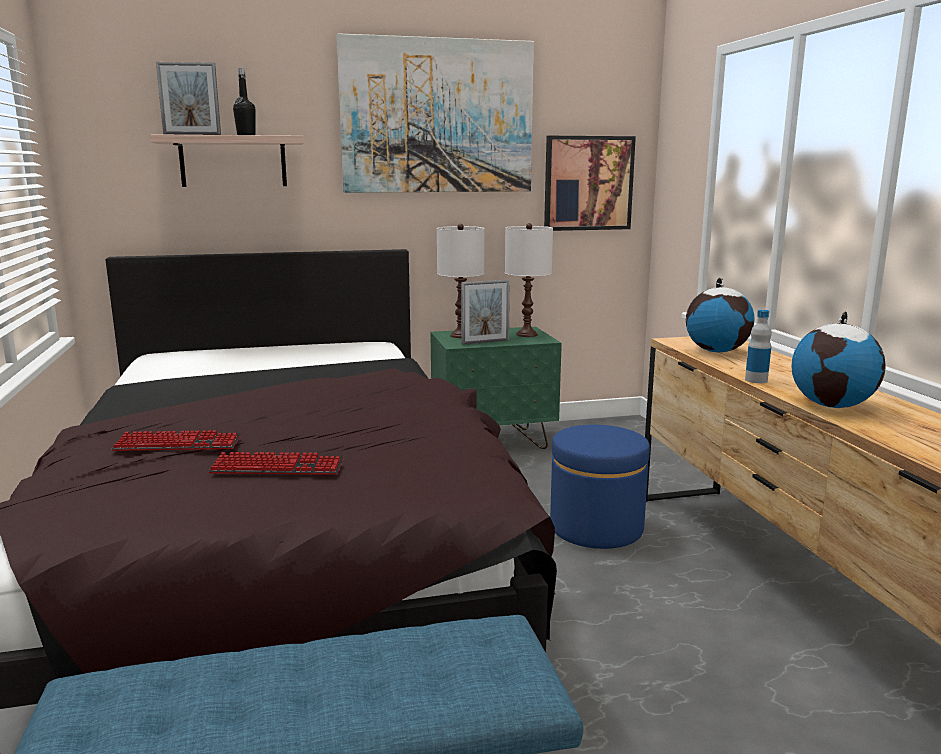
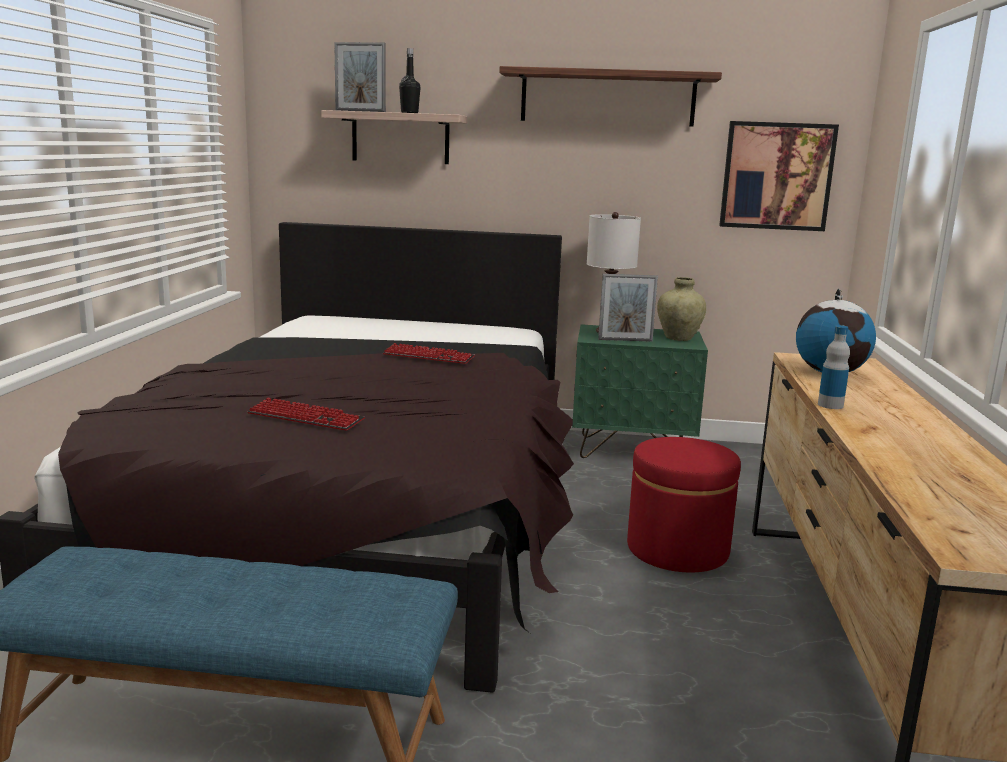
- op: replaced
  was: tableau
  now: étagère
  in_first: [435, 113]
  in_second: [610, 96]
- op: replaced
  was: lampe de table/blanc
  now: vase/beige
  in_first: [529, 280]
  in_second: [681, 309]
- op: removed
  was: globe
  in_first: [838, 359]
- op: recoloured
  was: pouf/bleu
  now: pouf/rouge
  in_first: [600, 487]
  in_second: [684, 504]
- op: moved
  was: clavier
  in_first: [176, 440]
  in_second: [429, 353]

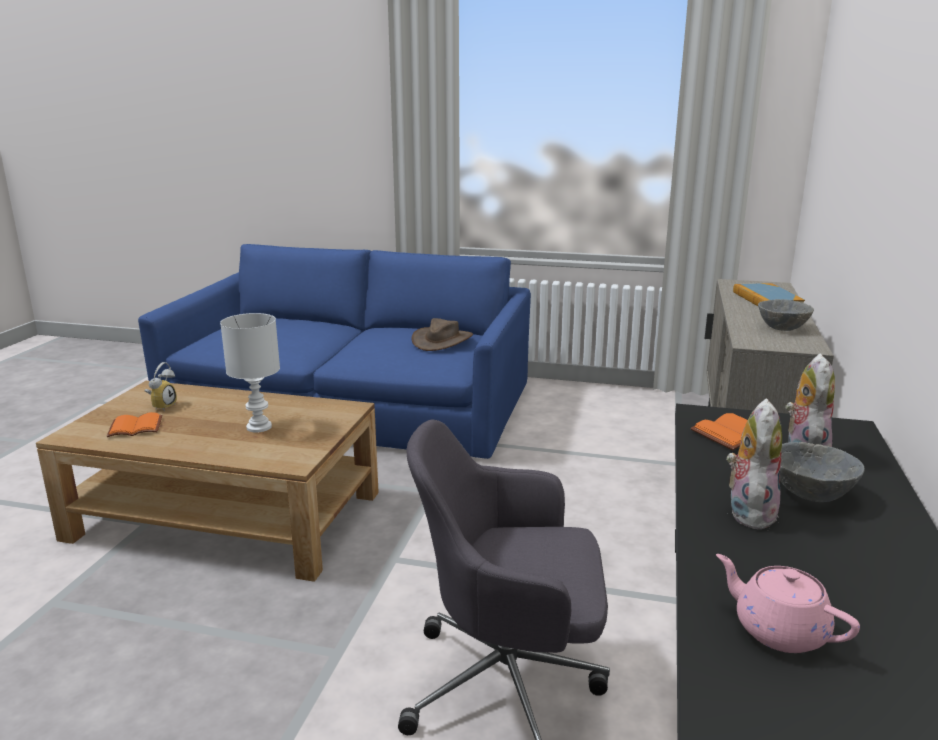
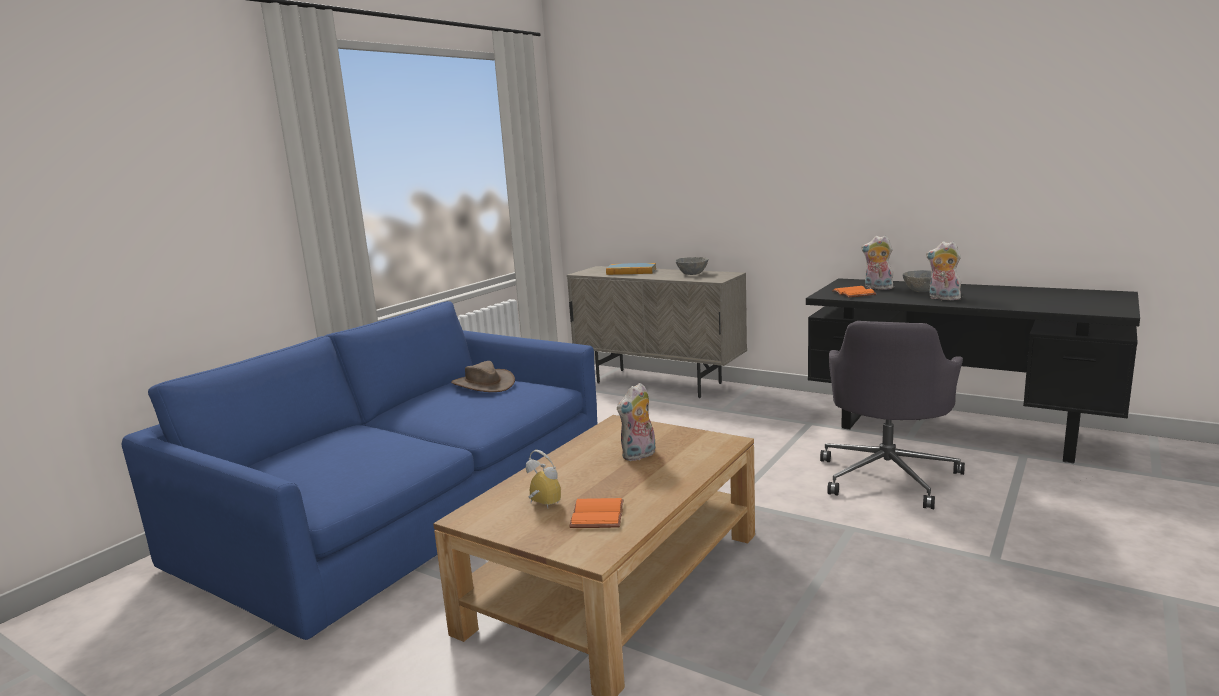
- op: replaced
  was: lampe de table/blanc
  now: peluche
  in_first: [250, 372]
  in_second: [636, 422]
- op: removed
  was: théière/rose
  in_first: [788, 603]

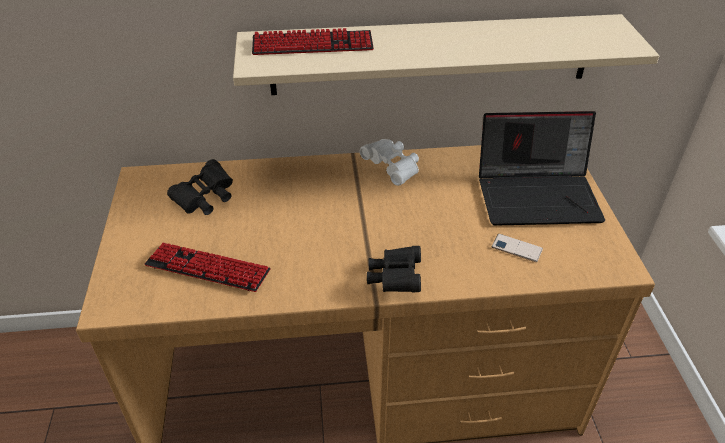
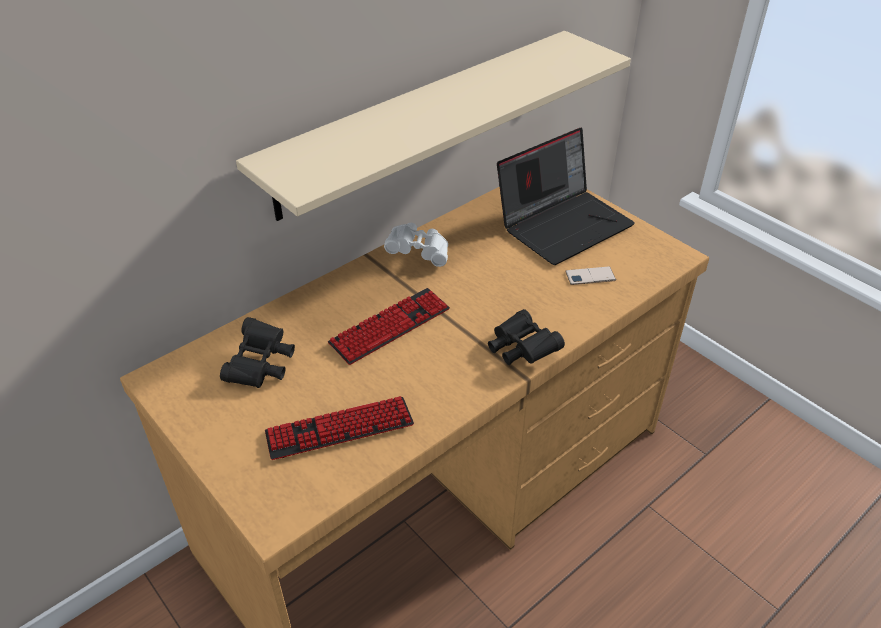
- op: moved
  was: clavier
  in_first: [313, 41]
  in_second: [389, 326]

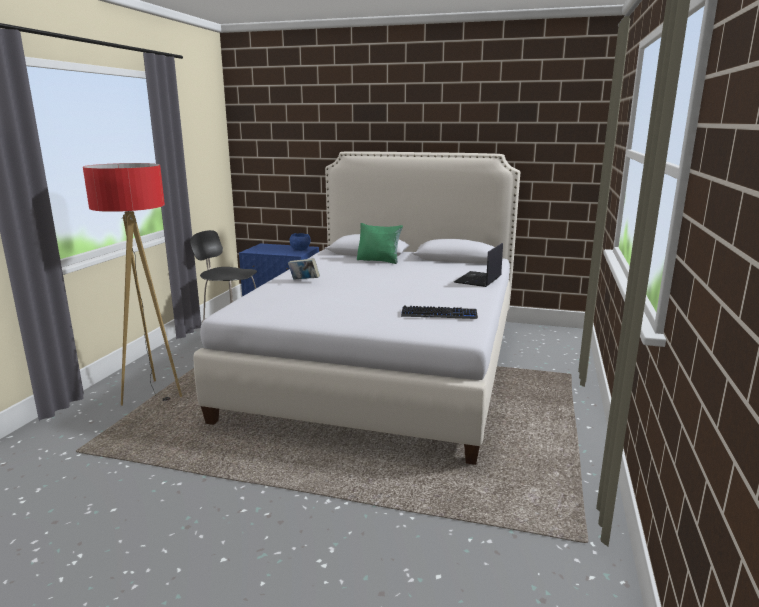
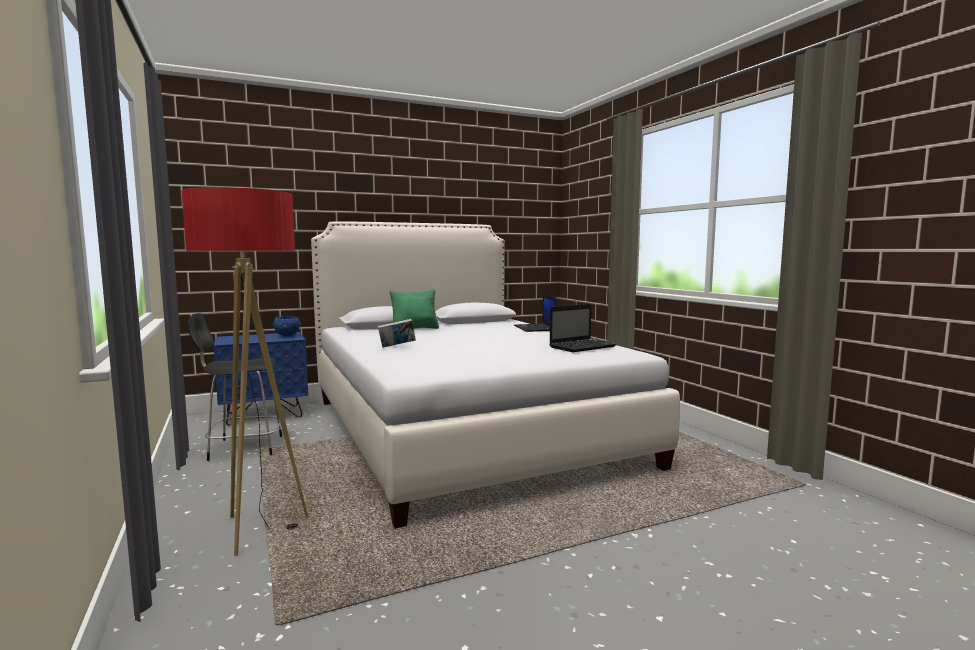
- op: replaced
  was: clavier
  now: ordinateur portable
  in_first: [439, 312]
  in_second: [582, 328]

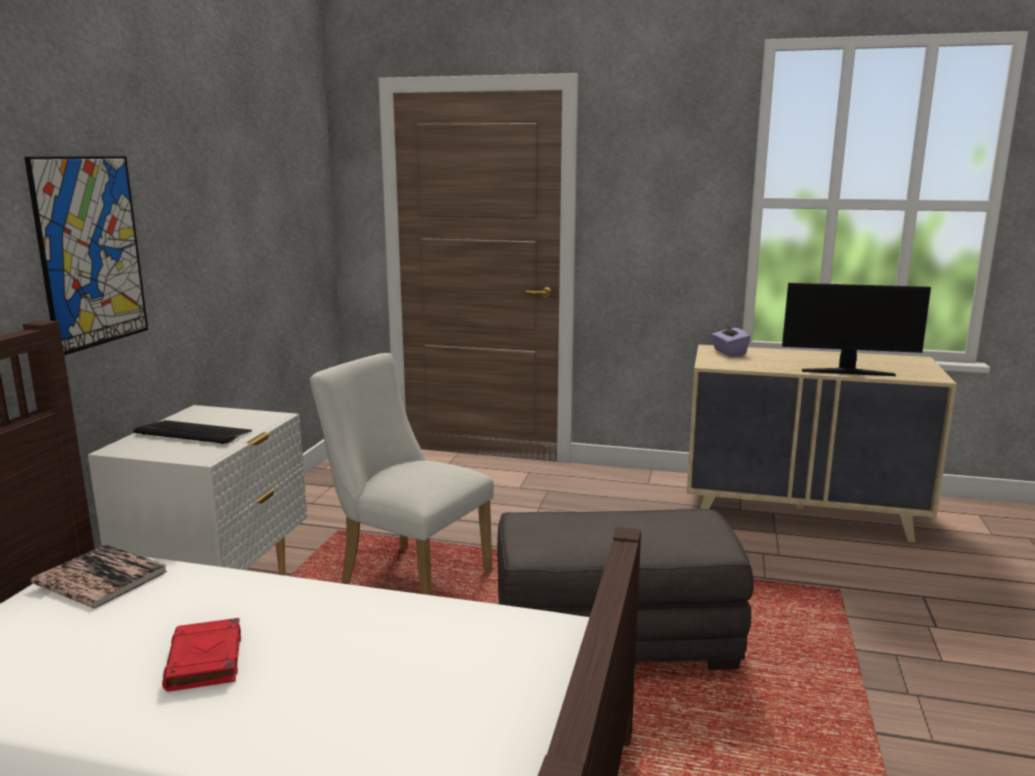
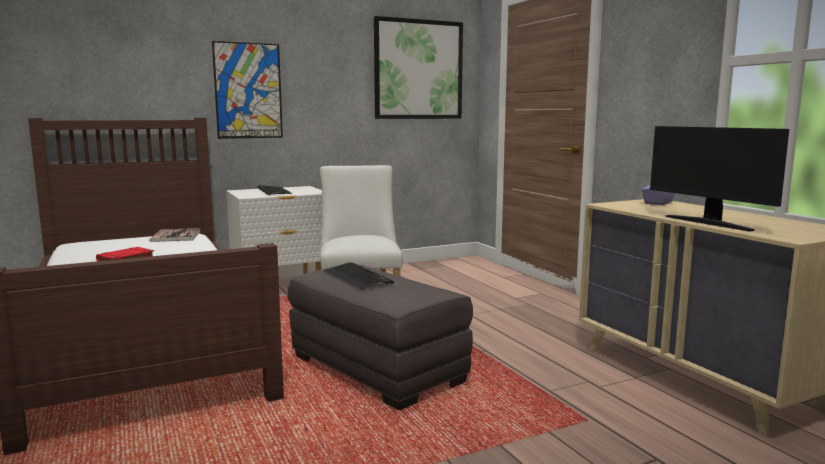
- op: added
  now: tableau
  in_second: [418, 67]
- op: added
  now: clavier
  in_second: [359, 275]

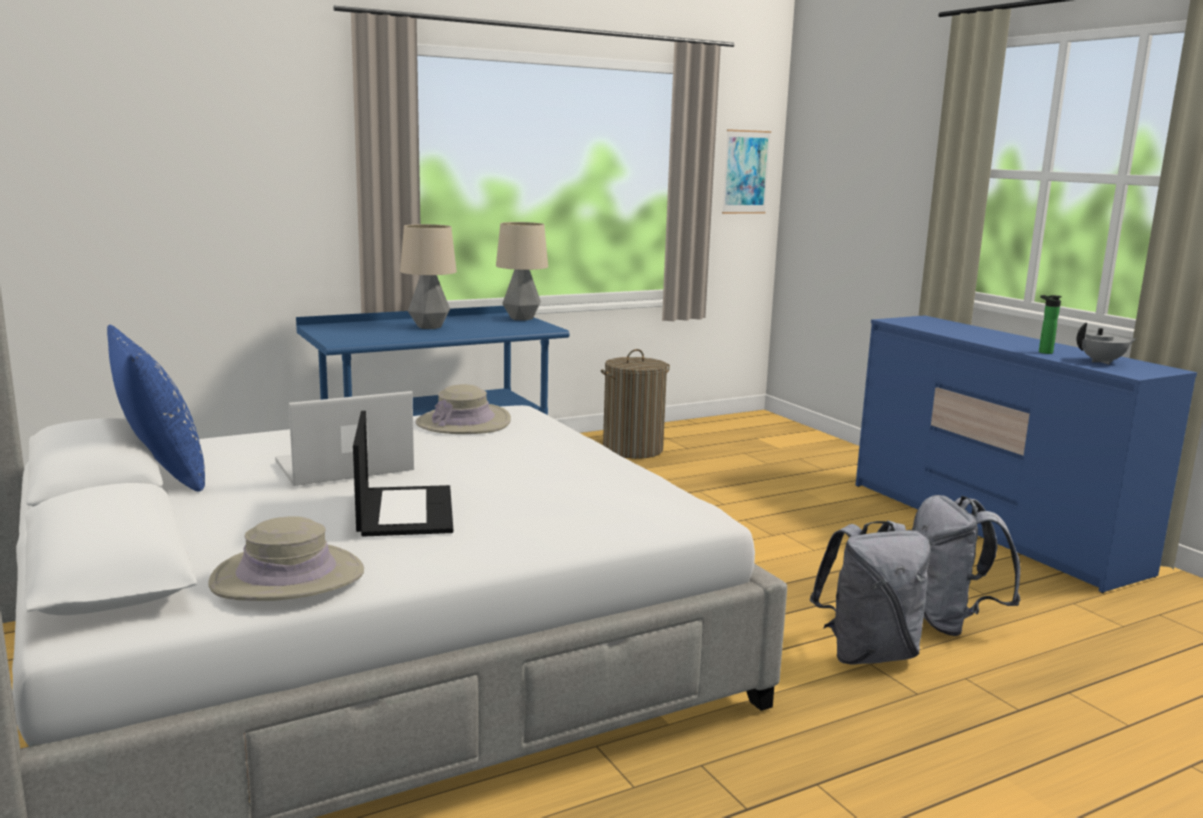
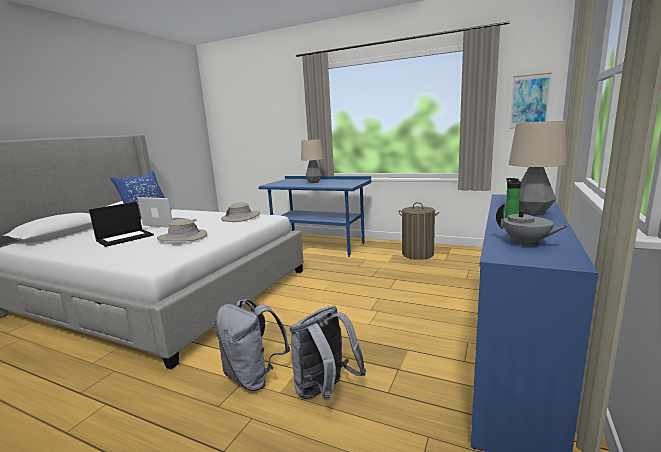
- op: moved
  was: lampe de table
  in_first: [522, 271]
  in_second: [537, 168]
- op: moved
  was: chapeau/beige
  in_first: [286, 558]
  in_second: [182, 230]

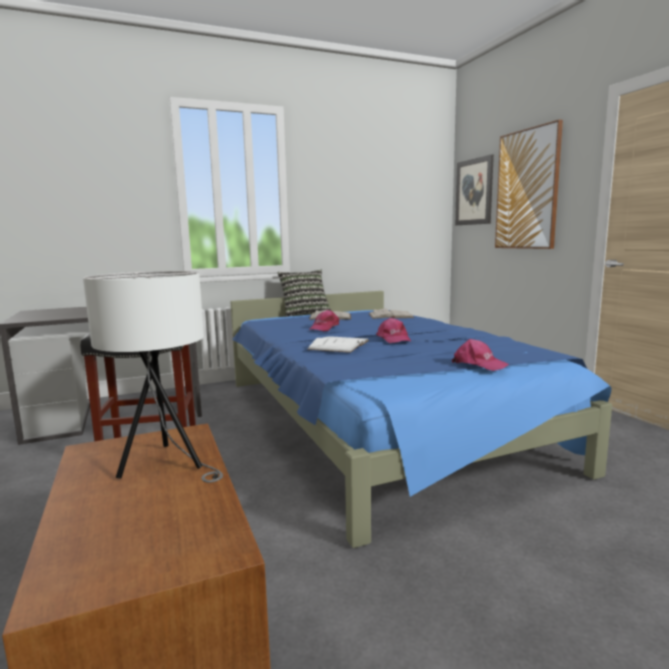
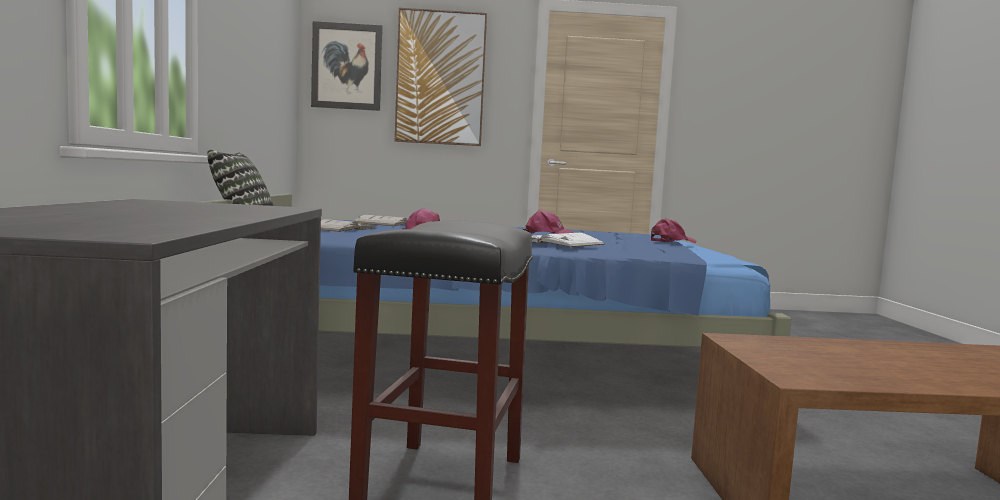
- op: removed
  was: lampe de table/blanc
  in_first: [153, 377]

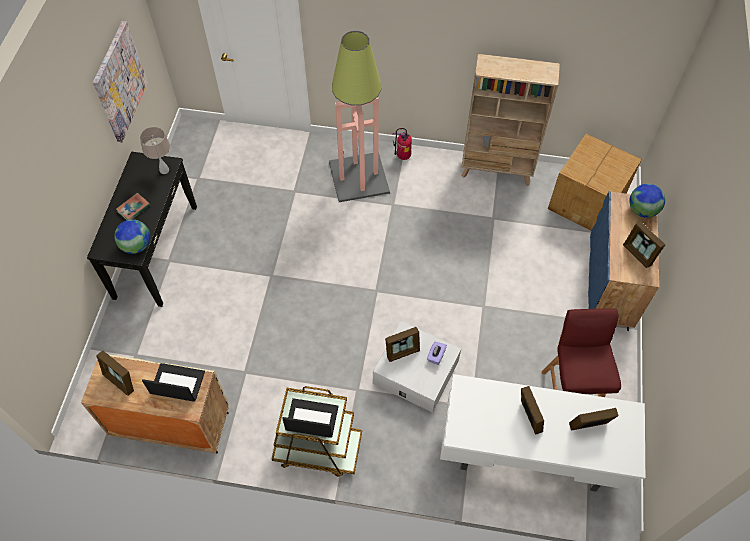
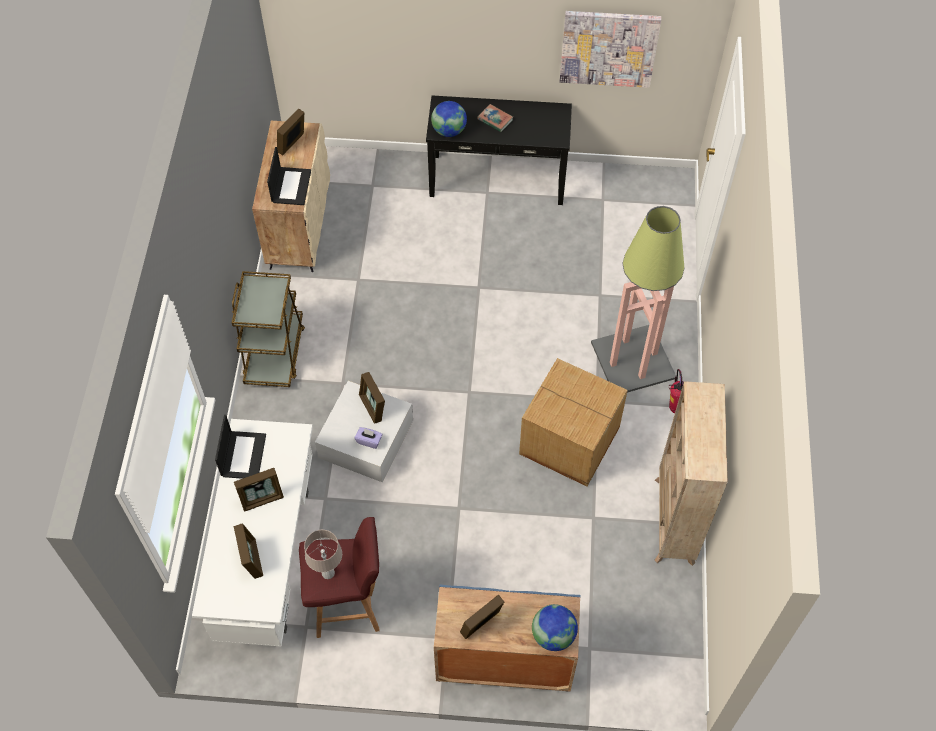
- op: moved
  was: lampe de table/beige
  in_first: [155, 150]
  in_second: [323, 554]
- op: moved
  was: carton
  in_first: [595, 182]
  in_second: [573, 422]
- op: moved
  was: ordinateur portable
  in_first: [310, 418]
  in_second: [240, 447]

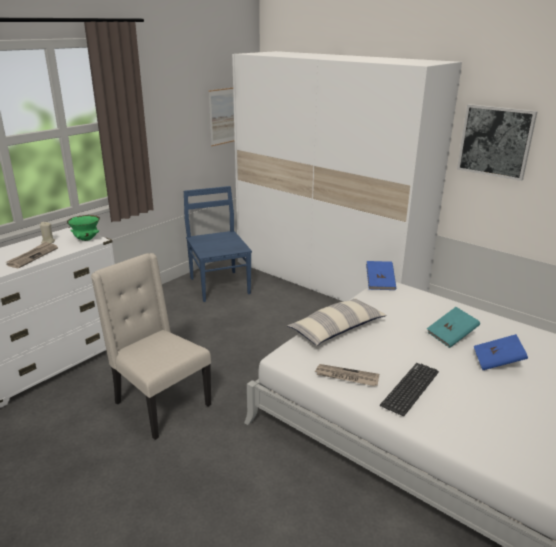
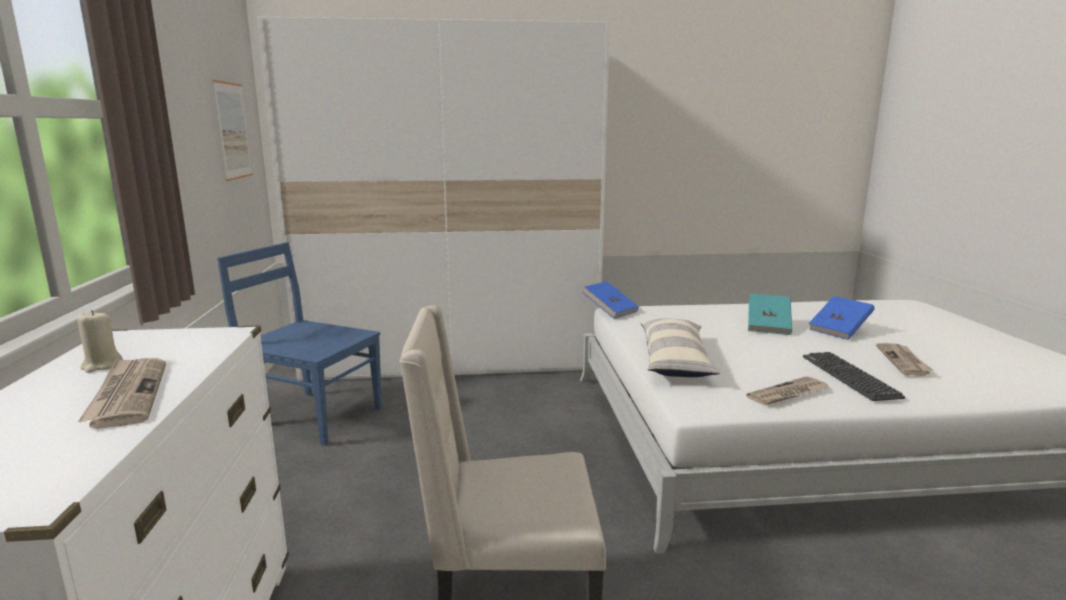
- op: removed
  was: tableau
  in_first: [497, 142]
- op: removed
  was: bol/vert
  in_first: [83, 228]
- op: added
  now: journal
  in_second: [904, 359]

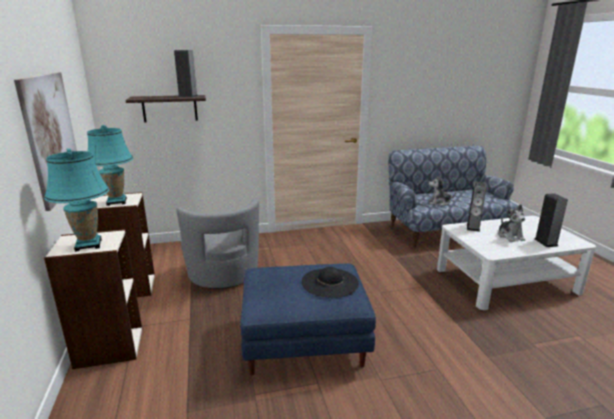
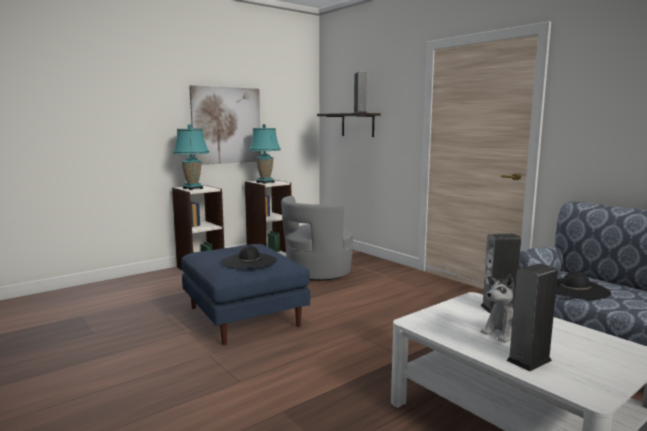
- op: replaced
  was: peluche
  now: chapeau/noir
  in_first: [442, 191]
  in_second: [583, 285]

